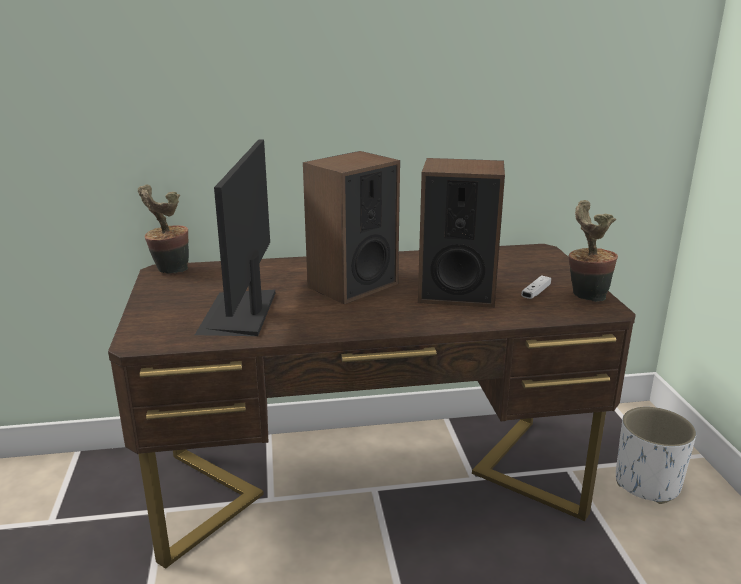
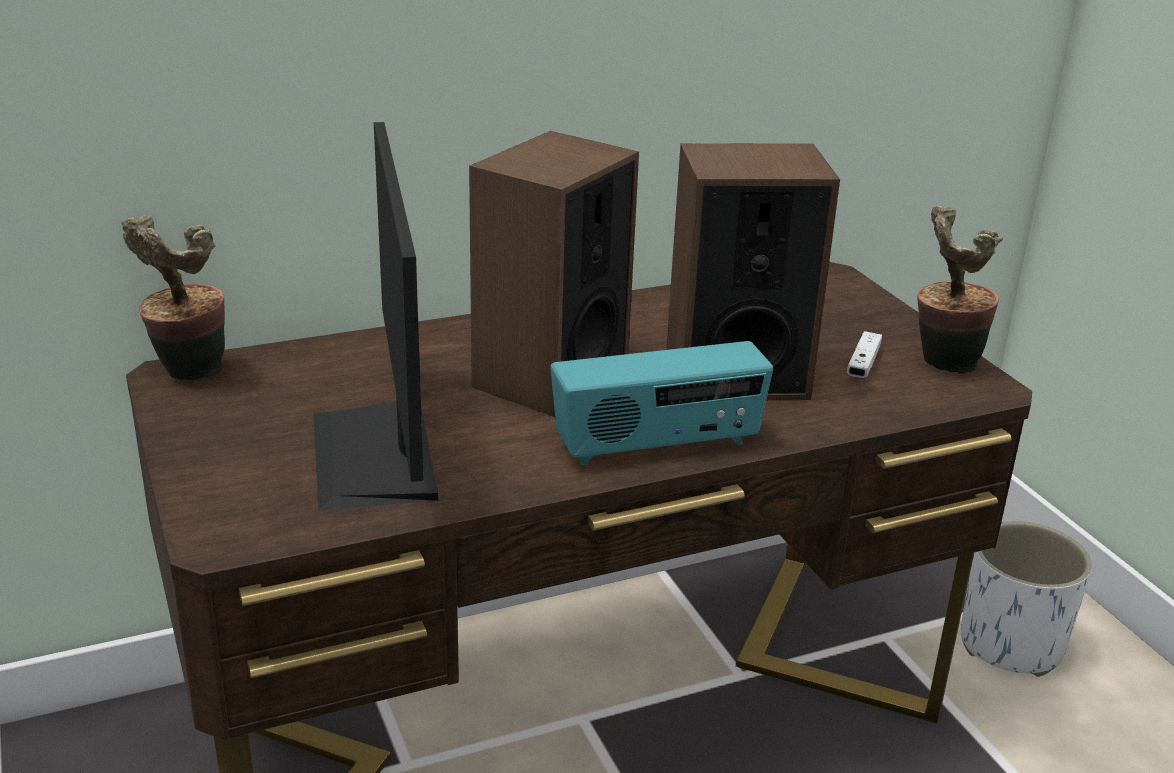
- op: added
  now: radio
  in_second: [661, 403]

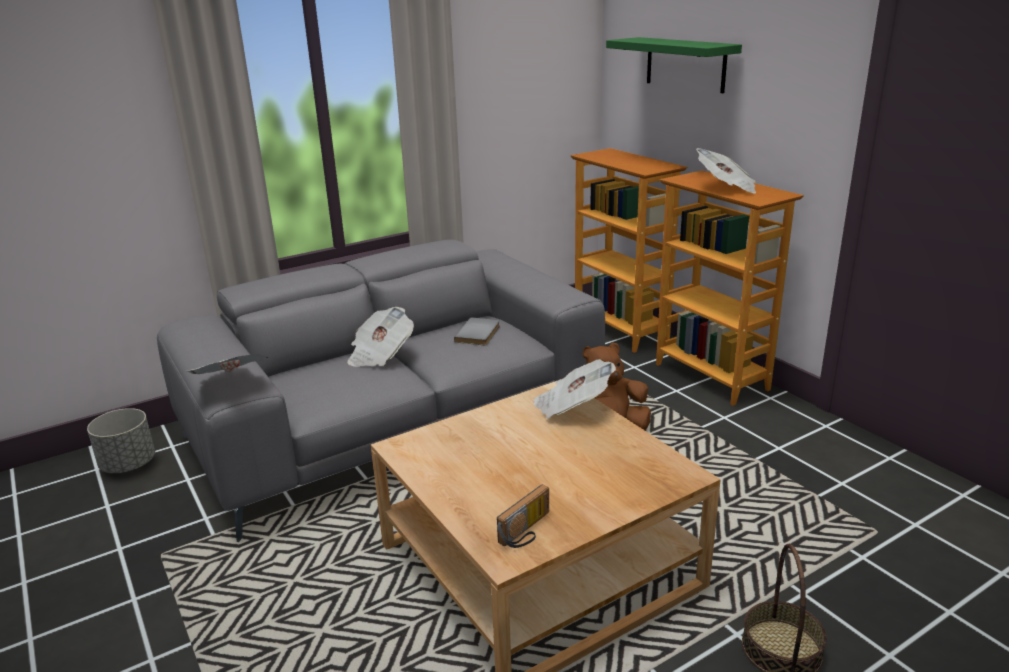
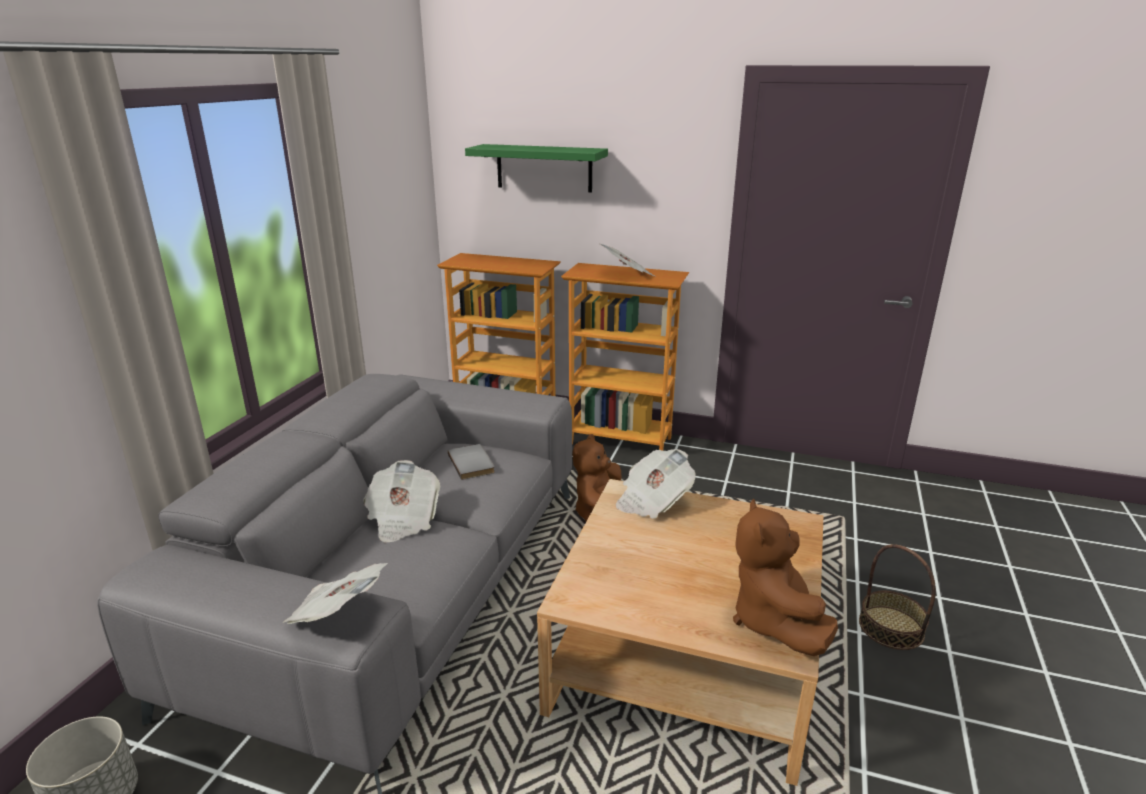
- op: replaced
  was: radio
  now: peluche/marron
  in_first: [523, 516]
  in_second: [785, 577]

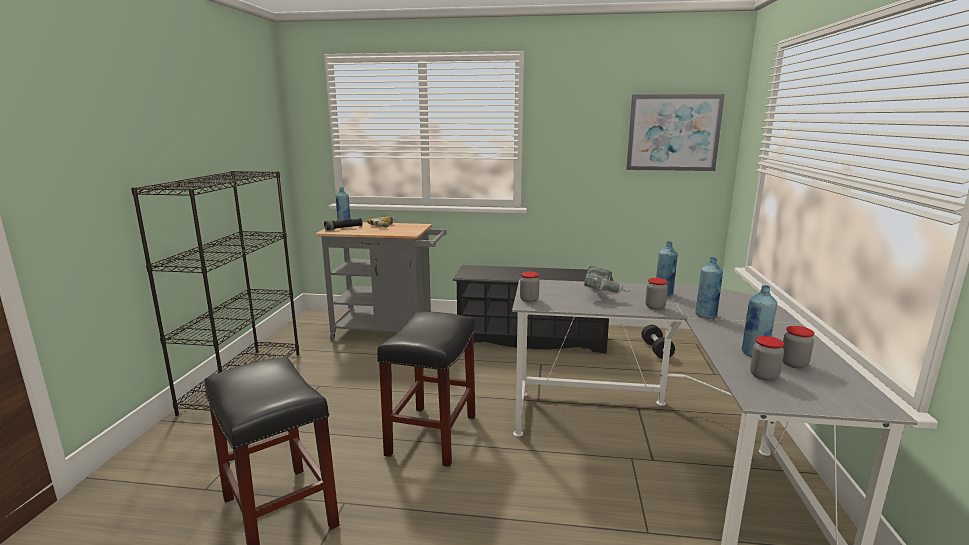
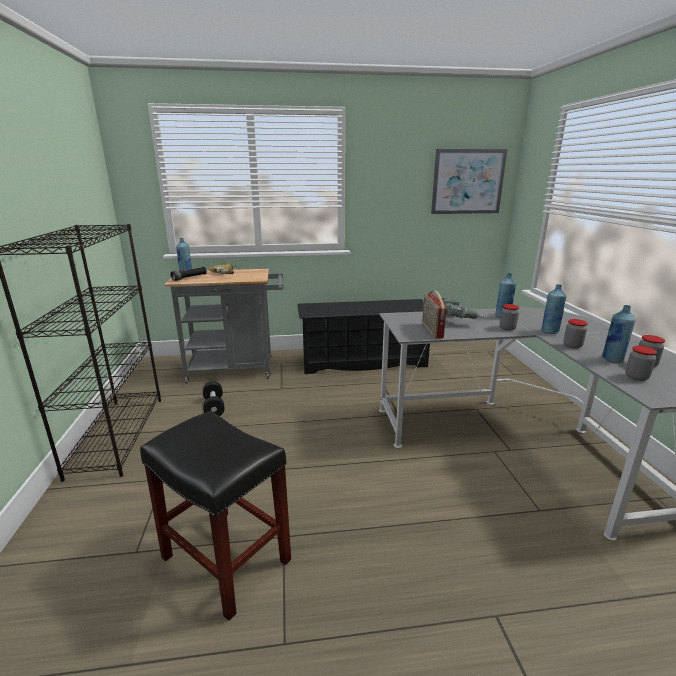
- op: moved
  was: bocal
  in_first: [530, 287]
  in_second: [575, 334]
- op: removed
  was: tabouret/noir
  in_first: [426, 389]
- op: moved
  was: haltère/noir
  in_first: [658, 342]
  in_second: [214, 398]
- op: added
  now: radio
  in_second: [434, 315]

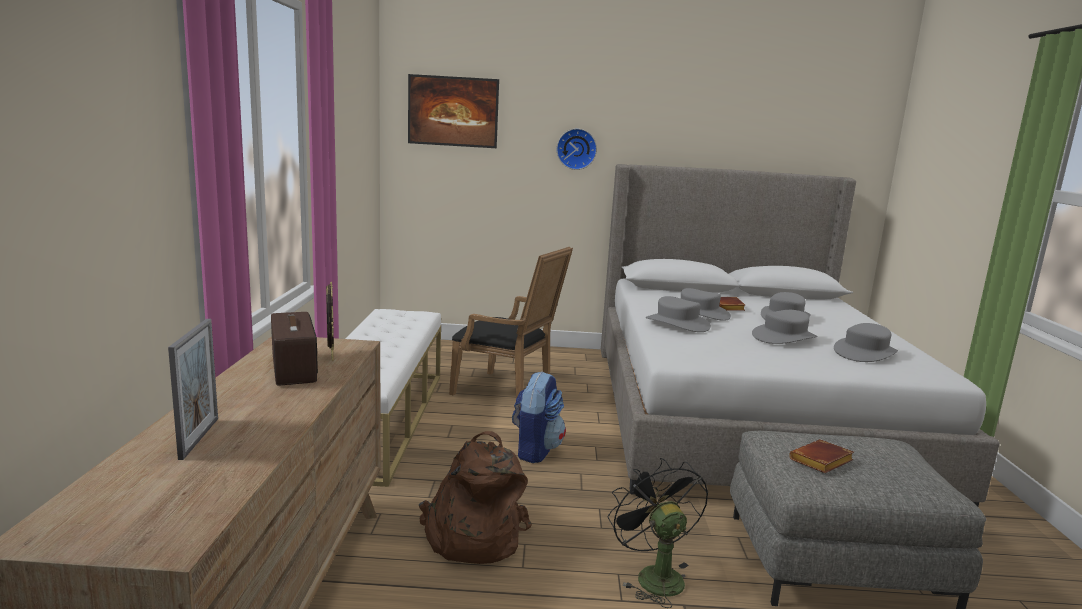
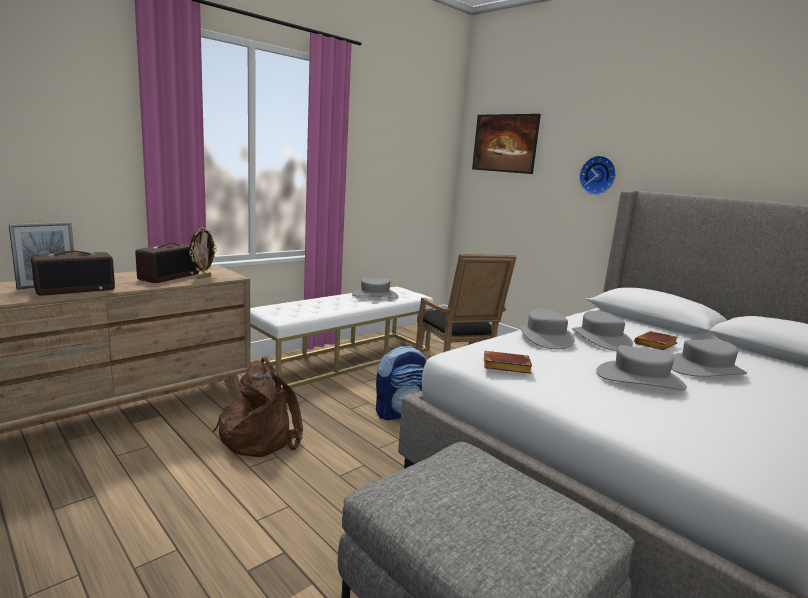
- op: moved
  was: chapeau/gris
  in_first: [866, 342]
  in_second: [375, 288]
- op: moved
  was: livre/marron
  in_first: [821, 456]
  in_second: [508, 362]
- op: removed
  was: ventilateur/noir
  in_first: [658, 533]
- op: added
  now: radio
  in_second: [73, 273]

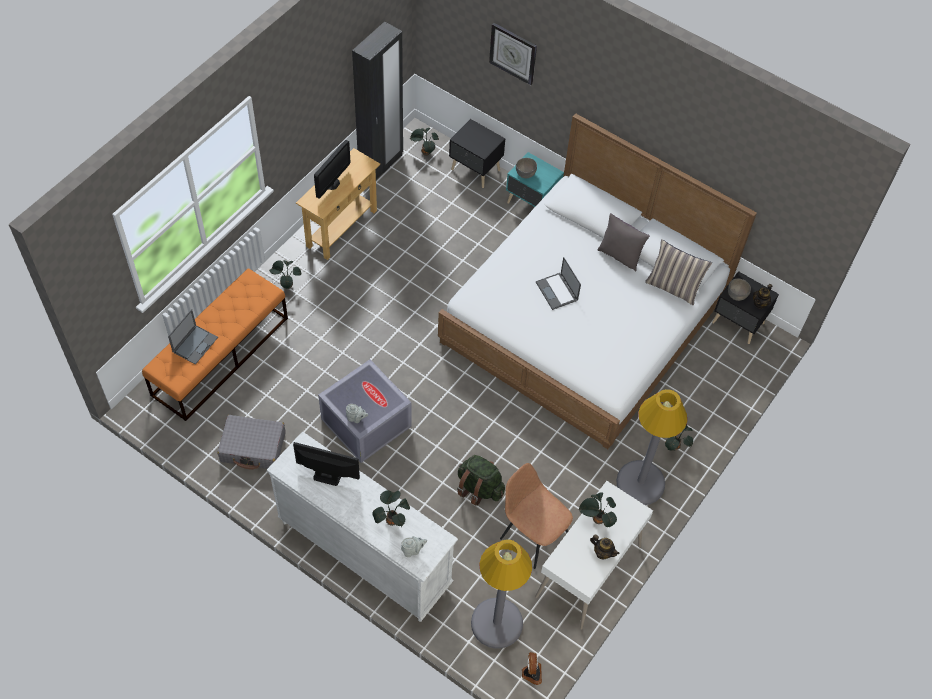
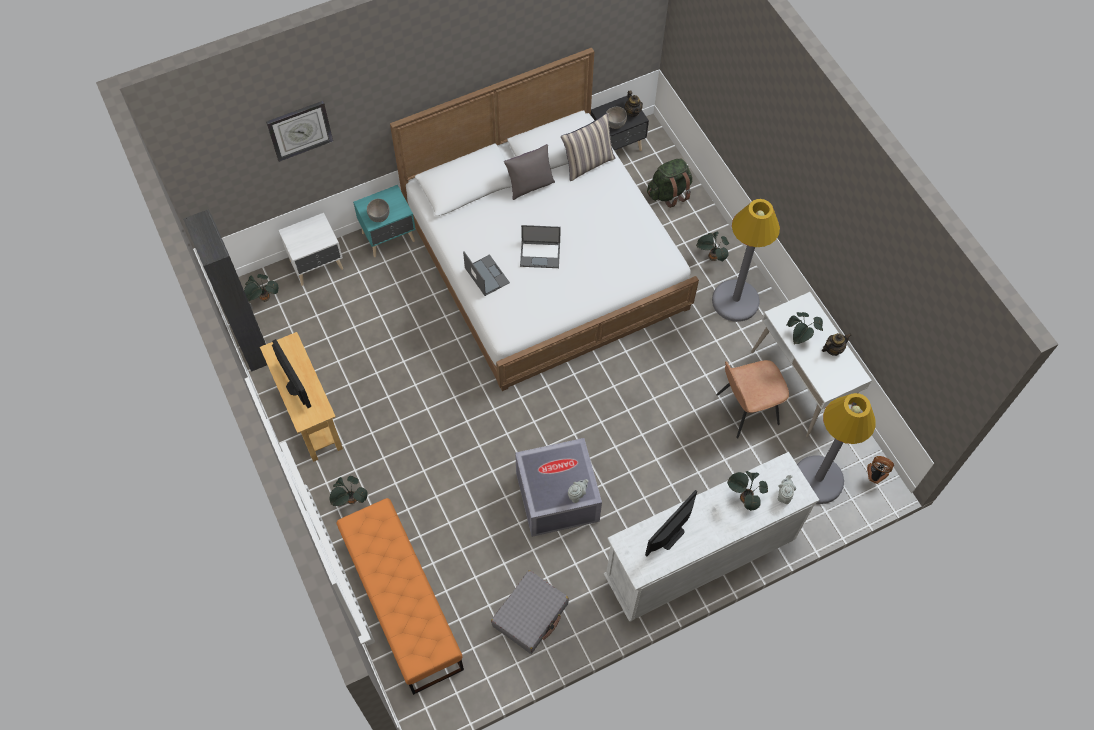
- op: recoloured
  was: table de chevet/noir
  now: table de chevet/blanc
  in_first: [477, 153]
  in_second: [310, 249]
- op: moved
  was: ordinateur portable
  in_first: [193, 337]
  in_second: [486, 273]
- op: moved
  was: sac à dos/vert
  in_first: [481, 480]
  in_second: [669, 183]

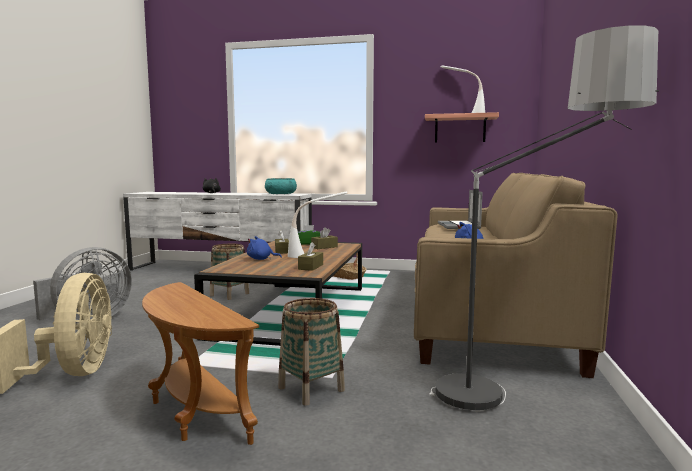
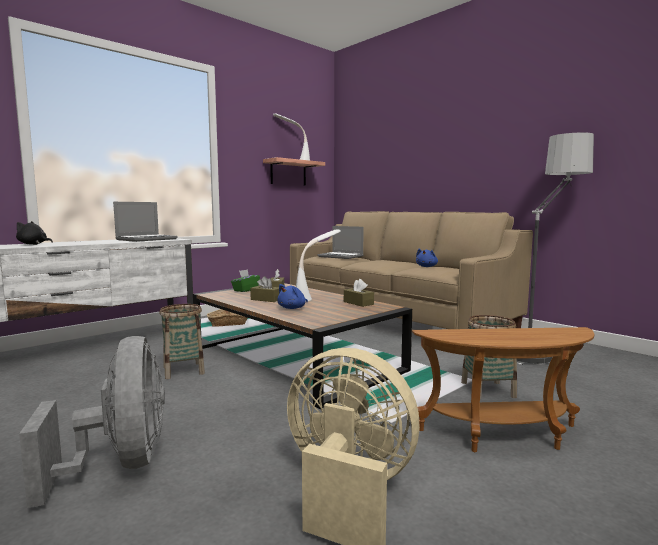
- op: replaced
  was: bol/turquoise
  now: ordinateur portable
  in_first: [281, 186]
  in_second: [145, 222]

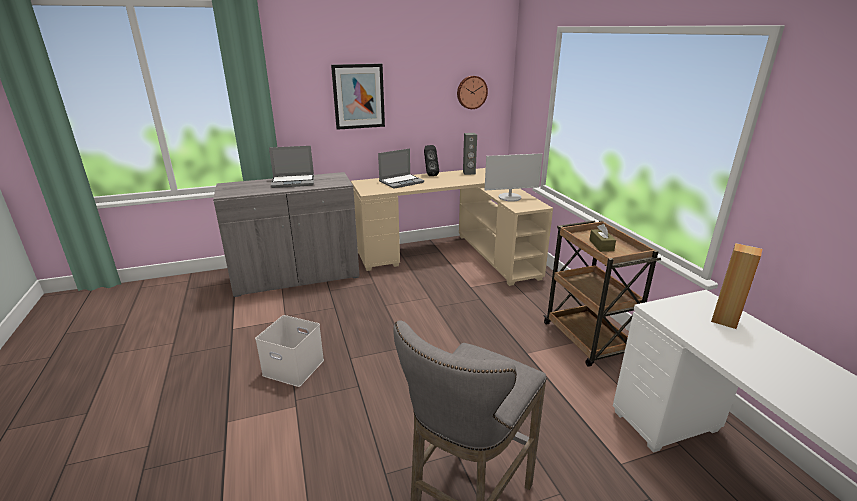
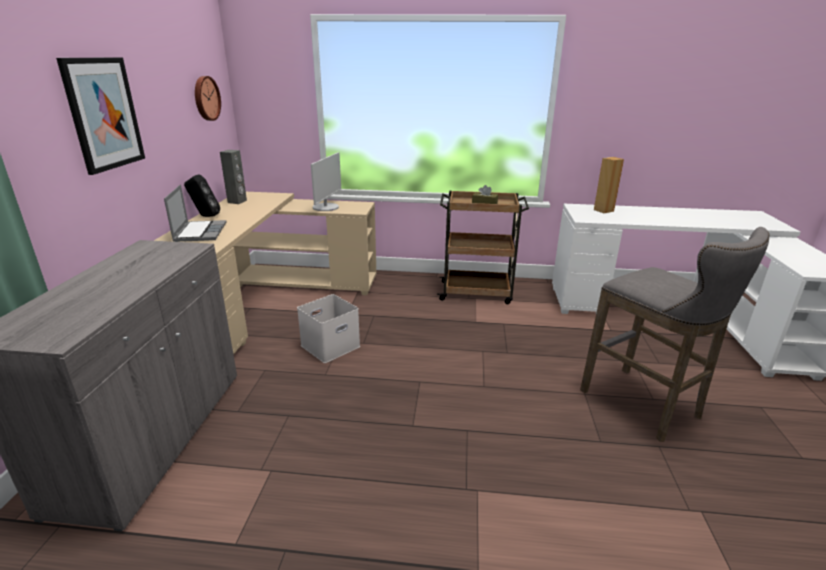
- op: removed
  was: ordinateur portable
  in_first: [291, 167]
- op: moved
  was: boîte de rangement/blanc
  in_first: [289, 351]
  in_second: [328, 328]

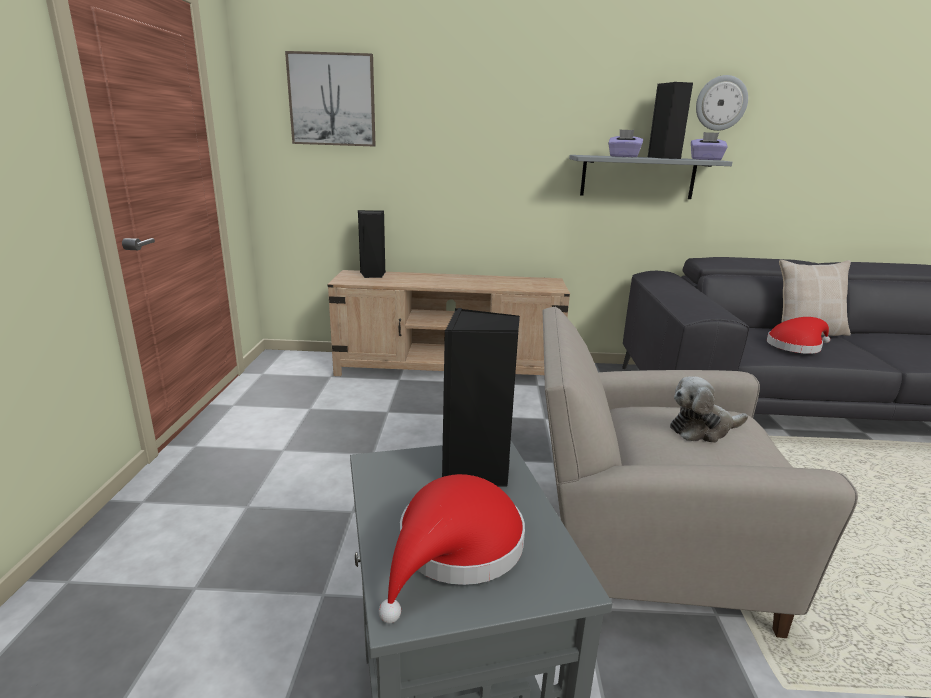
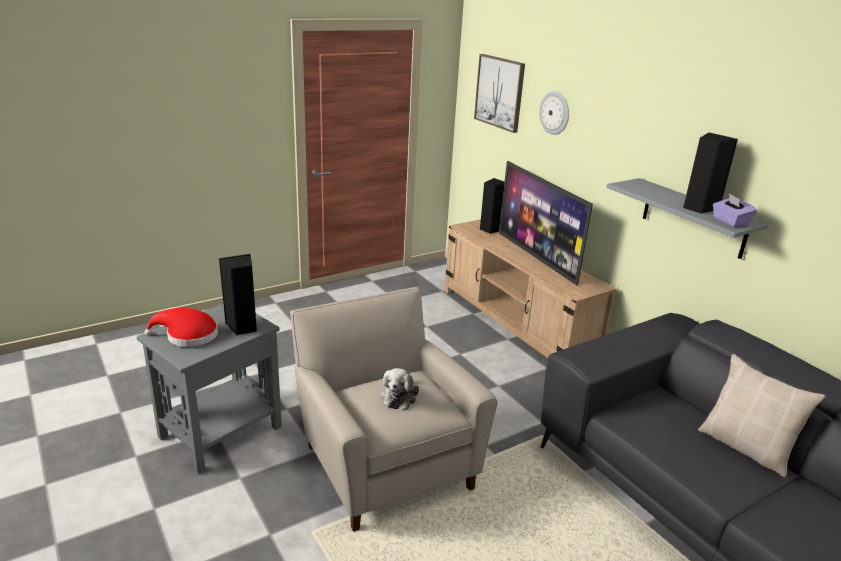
- op: moved
  was: horloge murale
  in_first: [722, 103]
  in_second: [554, 113]
- op: removed
  was: boîte à mouchoirs/violet
  in_first: [625, 143]
- op: removed
  was: chapeau/rouge
  in_first: [798, 335]
- op: turned
  was: peluche
  in_first: [709, 409]
  in_second: [400, 389]
  clockwise: -120
- op: added
  now: téléviseur
  in_second: [546, 223]

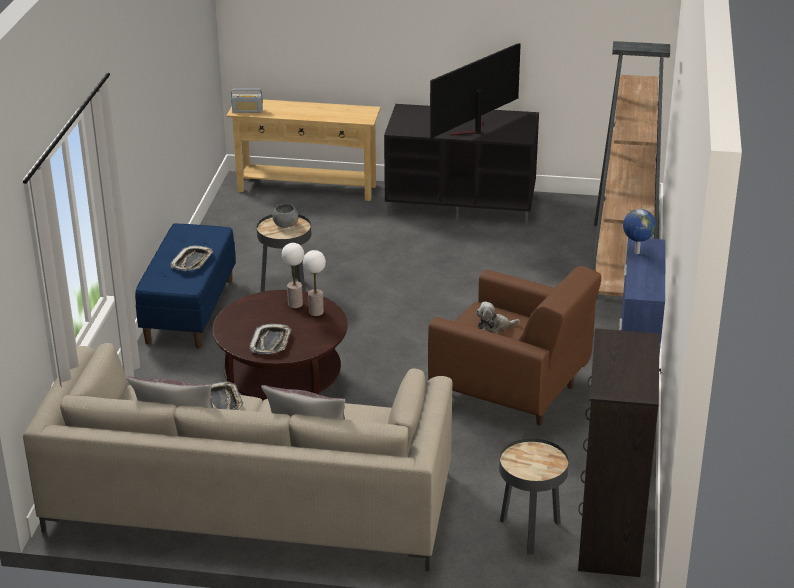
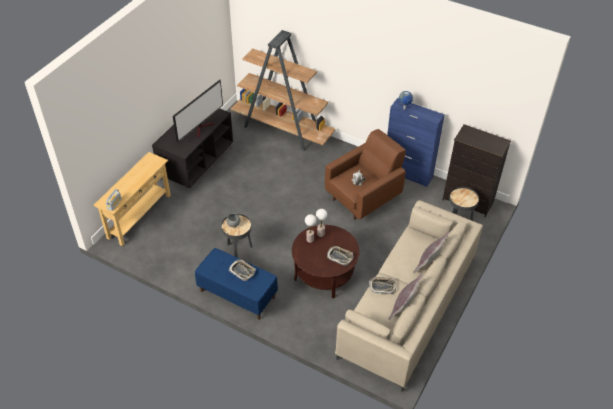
- op: turned
  was: téléviseur
  in_first: [475, 90]
  in_second: [198, 111]
  clockwise: -120

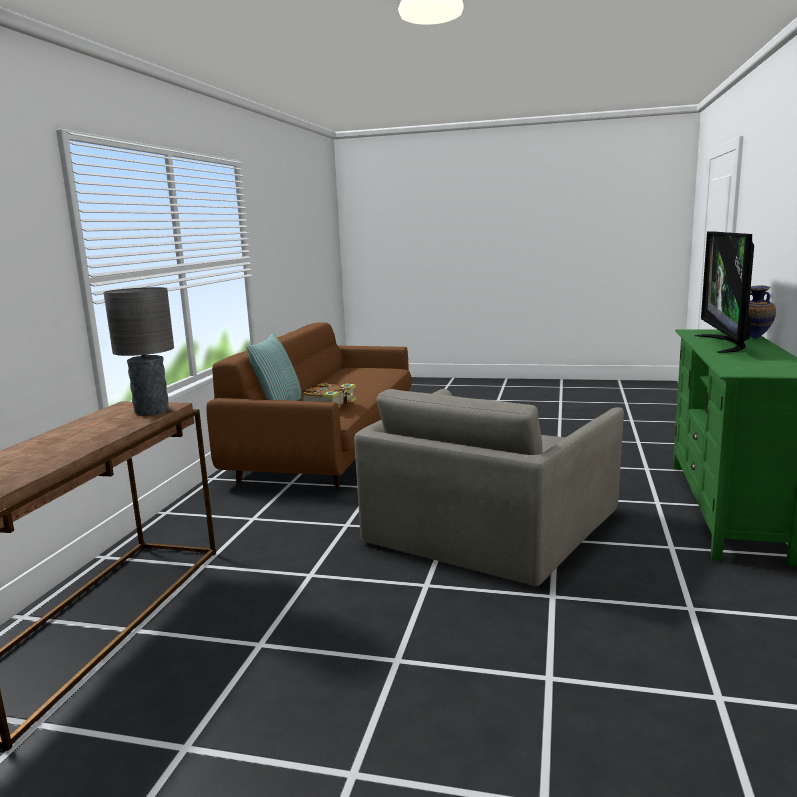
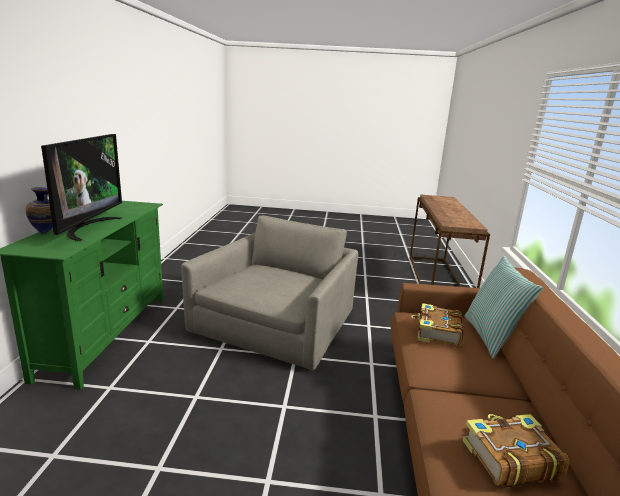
- op: removed
  was: lampe de table/gris
  in_first: [138, 351]
- op: added
  now: livre
  in_second: [516, 451]

